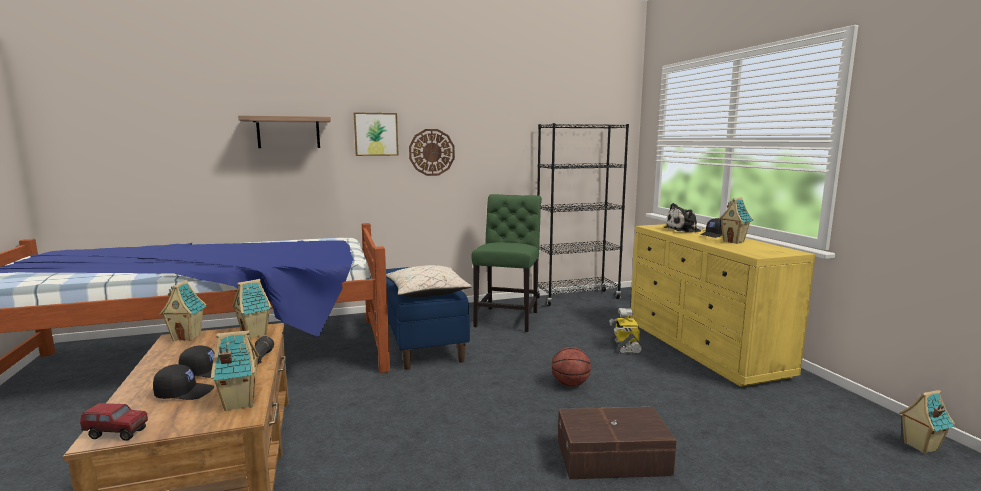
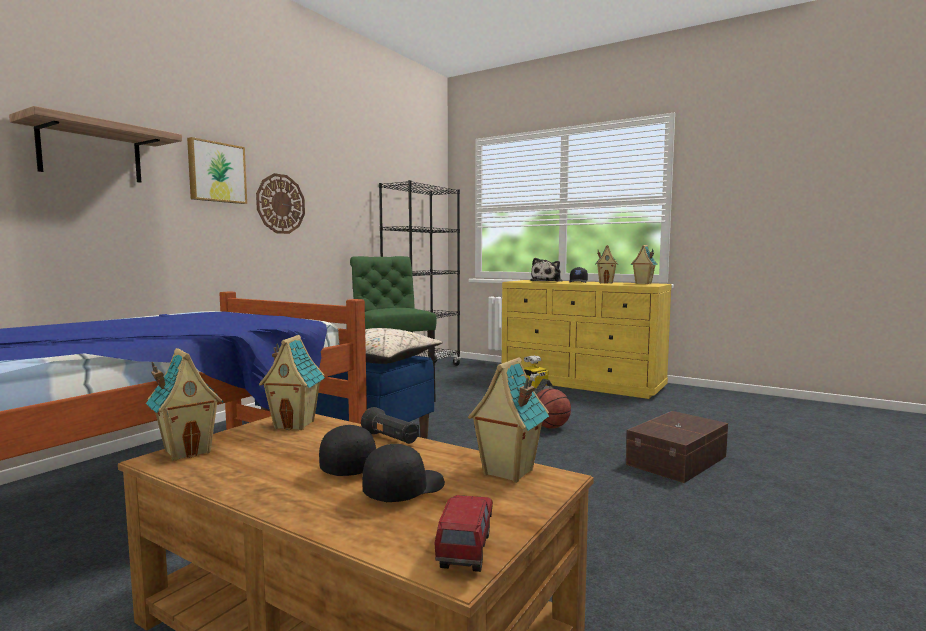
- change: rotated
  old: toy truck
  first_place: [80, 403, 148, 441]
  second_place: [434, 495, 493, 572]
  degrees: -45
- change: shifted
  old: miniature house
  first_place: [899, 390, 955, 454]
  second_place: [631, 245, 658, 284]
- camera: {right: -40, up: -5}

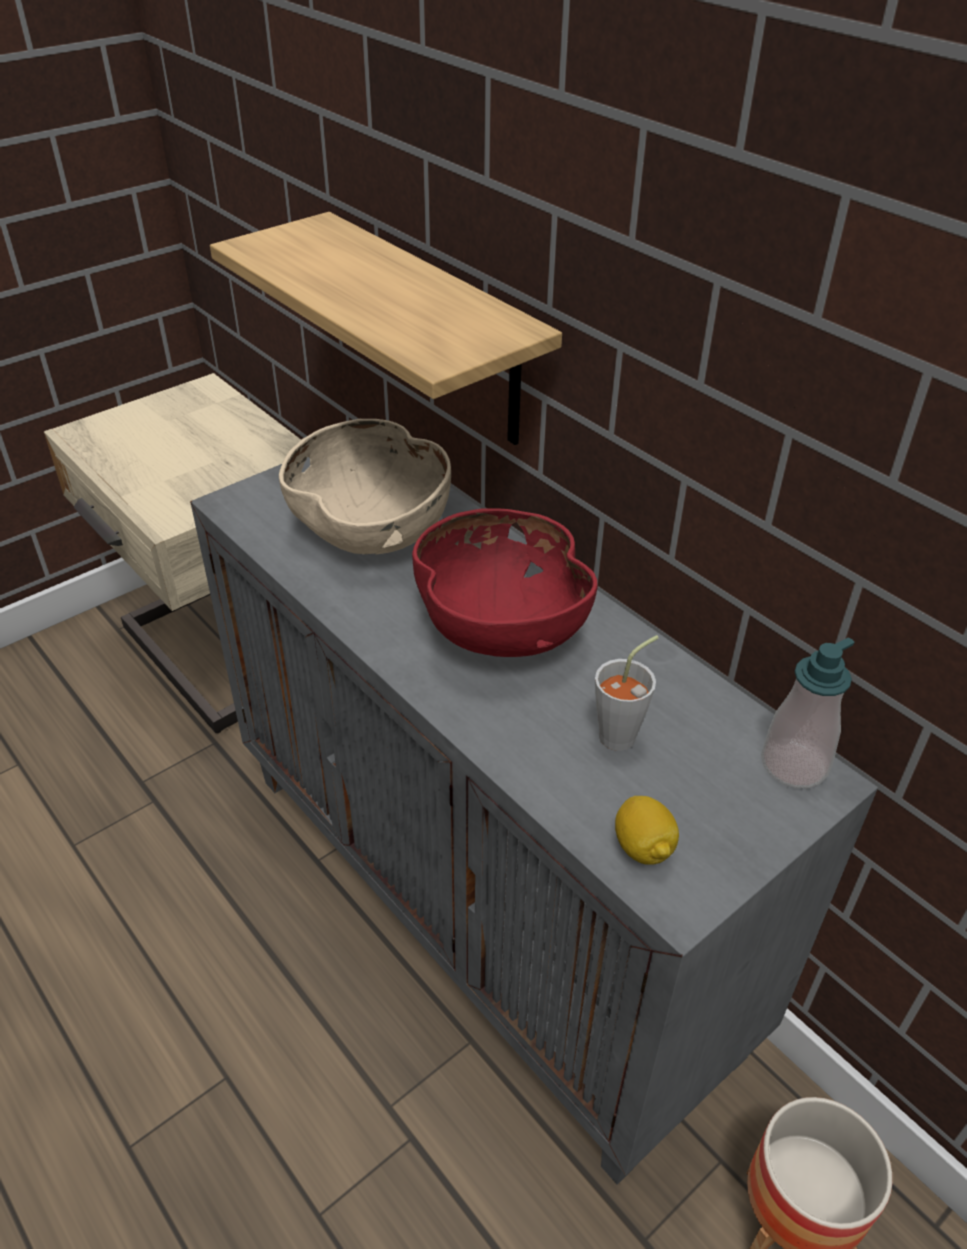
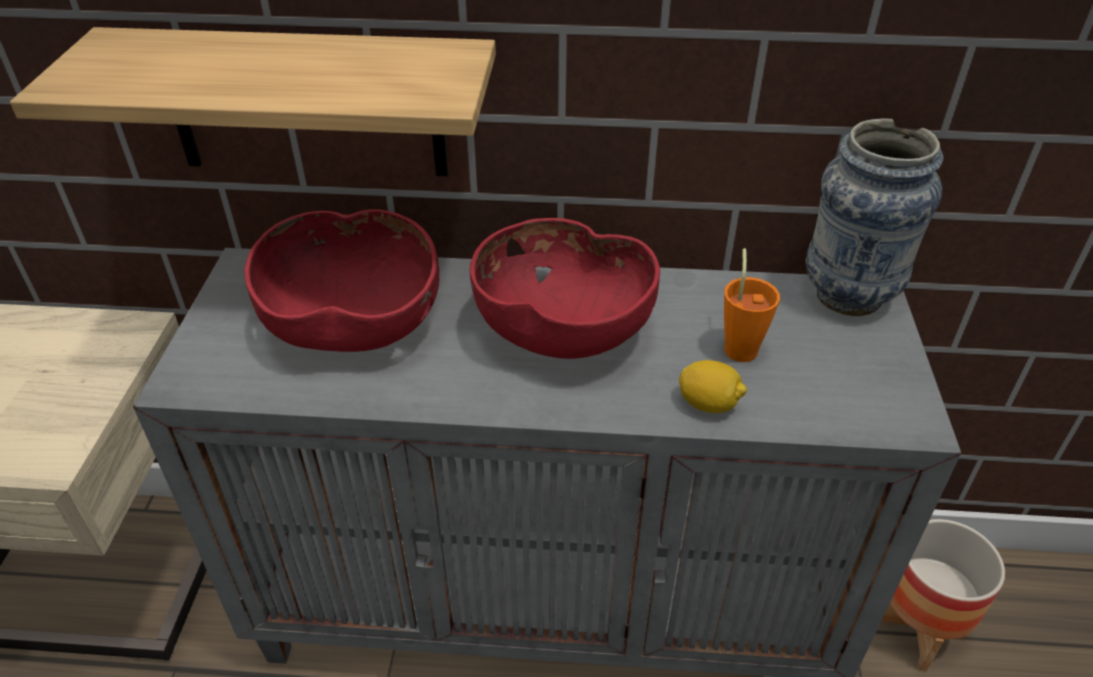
- change: repainted
  old: serving bowl/beige
  new: serving bowl/red-coloured
  first_place: [279, 419, 451, 554]
  second_place: [244, 209, 440, 352]
- change: shifted
  old: citrus fruit
  first_place: [615, 796, 679, 865]
  second_place: [679, 360, 747, 413]
- change: repainted
  old: small cup/grey
  new: small cup/orange-coloured
  first_place: [595, 635, 659, 751]
  second_place: [724, 248, 780, 362]
- change: swapped
  old: soap dispenser
  new: decorative vase
  first_place: [761, 637, 855, 788]
  second_place: [806, 118, 944, 316]
- camera: {right: -45, up: 0}

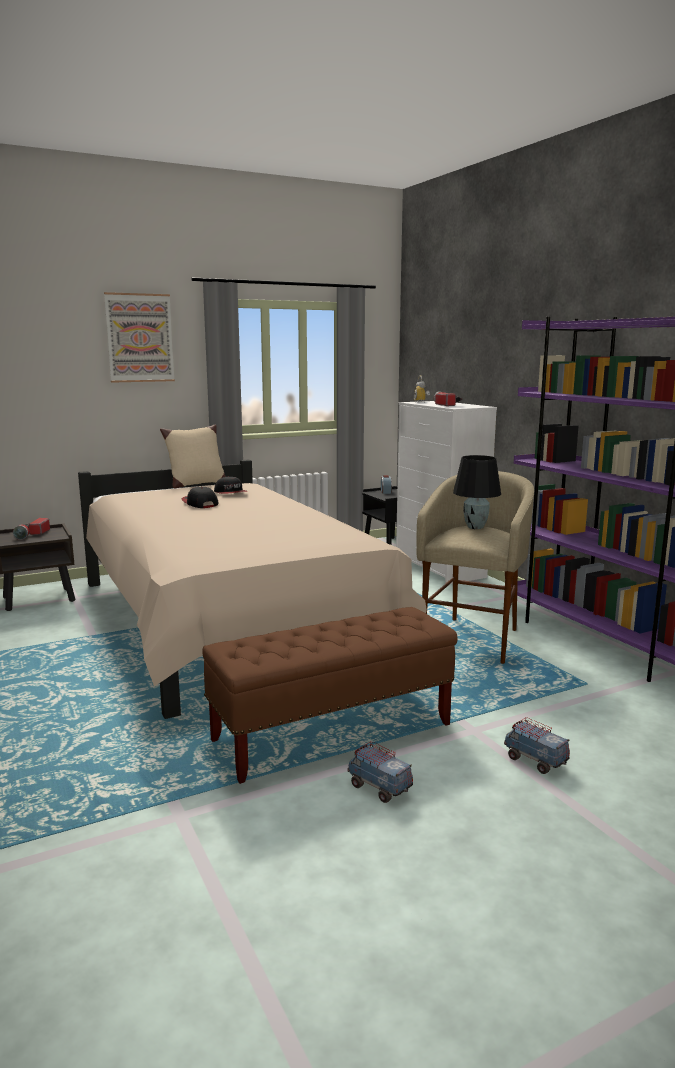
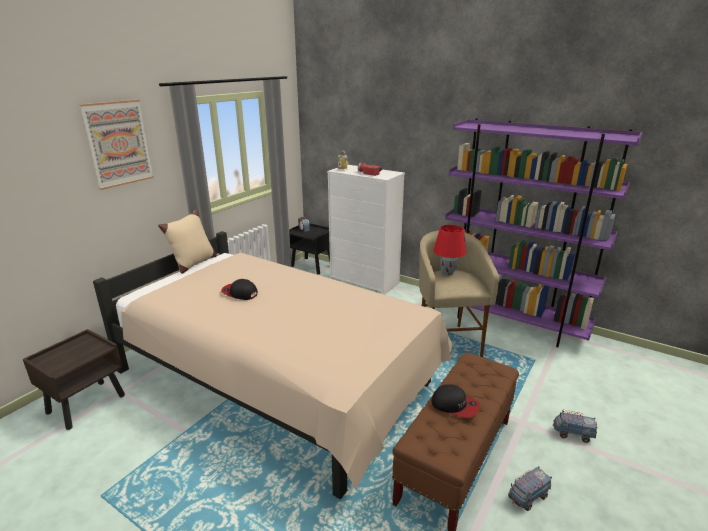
- change: shifted
  old: cap
  first_place: [214, 476, 247, 494]
  second_place: [431, 384, 480, 418]
- change: repainted
  old: tabletop lamp/black-coloured
  new: tabletop lamp/red-coloured
  first_place: [453, 455, 501, 529]
  second_place: [433, 225, 466, 275]
- change: rotated
  old: toy truck
  first_place: [347, 741, 413, 803]
  second_place: [508, 466, 552, 511]
  degrees: -45
- change: gone
  old: hand torch
  first_place: [13, 518, 50, 540]
- camera: {right: -30, up: 10}

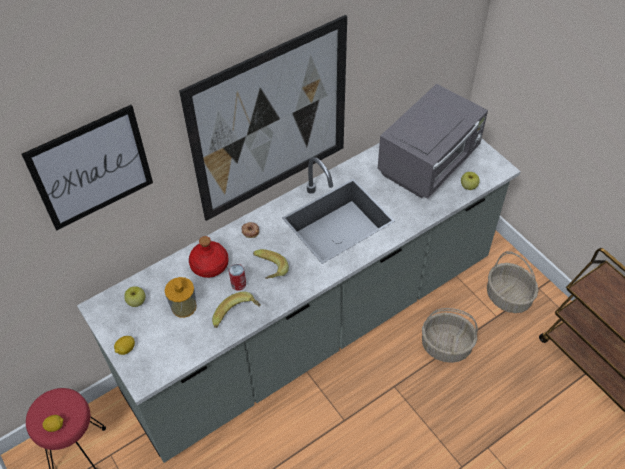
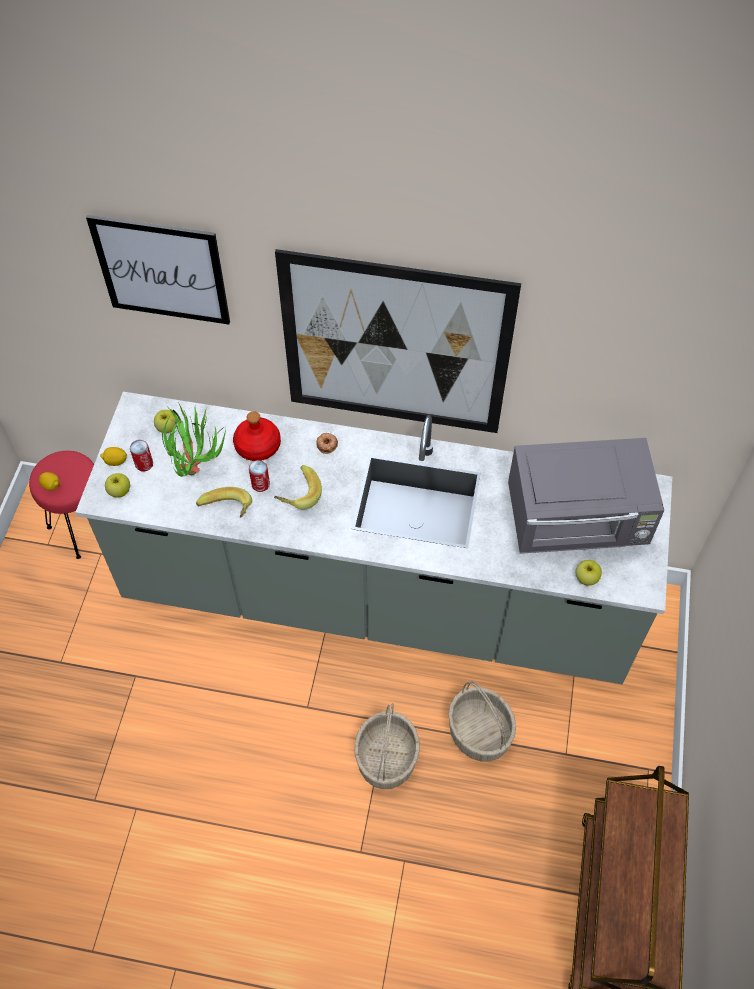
- change: new
  new: whole apple
  second_place: [105, 473, 130, 498]
- change: new
  new: sealed can
  second_place: [130, 440, 153, 471]
- change: swapped
  old: soap dispenser
  new: potted plant
  first_place: [165, 277, 197, 318]
  second_place: [162, 402, 226, 477]
- change: shifted
  old: household basket
  first_place: [487, 251, 538, 313]
  second_place: [355, 703, 420, 789]
- camera: {right: 45, up: 5}

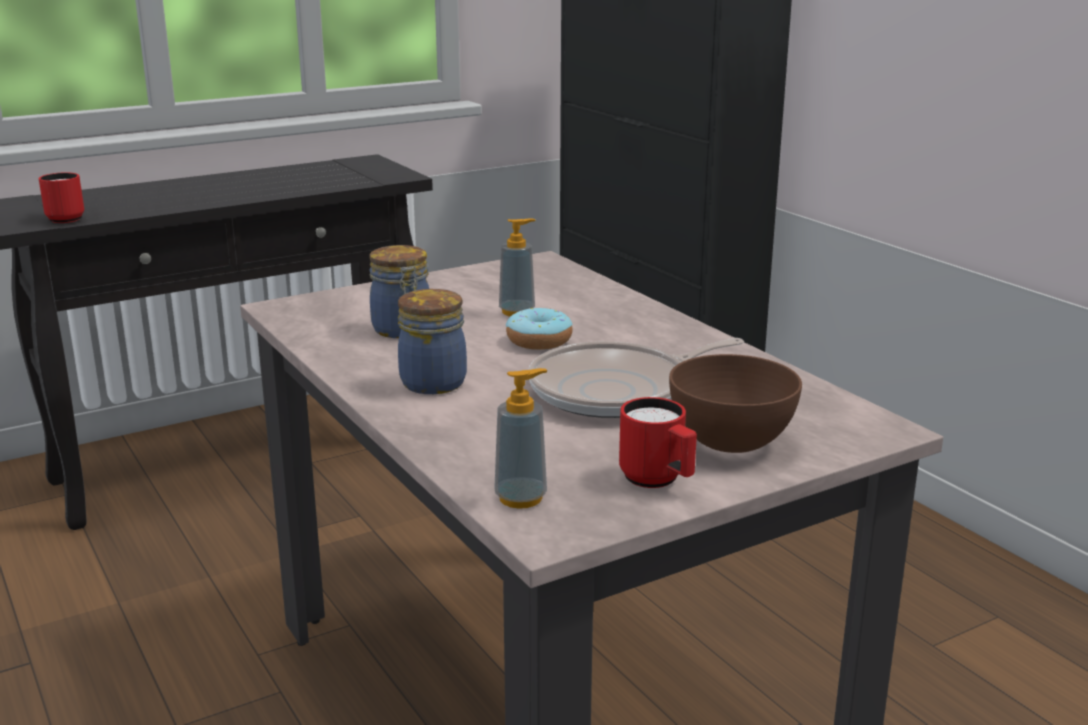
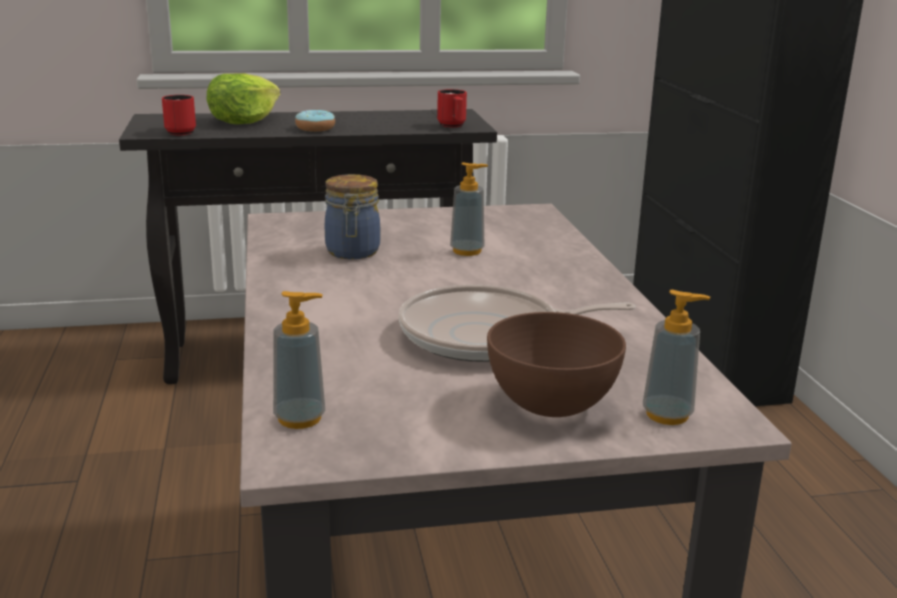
- change: new
  new: lettuce
  second_place: [206, 73, 280, 124]
- change: shifted
  old: doughnut
  first_place: [506, 308, 573, 350]
  second_place: [295, 110, 335, 132]
- change: shifted
  old: coffee mug/red-coloured
  first_place: [619, 397, 697, 488]
  second_place: [437, 89, 467, 127]
- change: new
  new: soap dispenser
  second_place: [643, 290, 710, 425]
- change: gone
  old: preserve jar
  first_place: [398, 289, 467, 394]
- camera: {right: 20, up: 0}

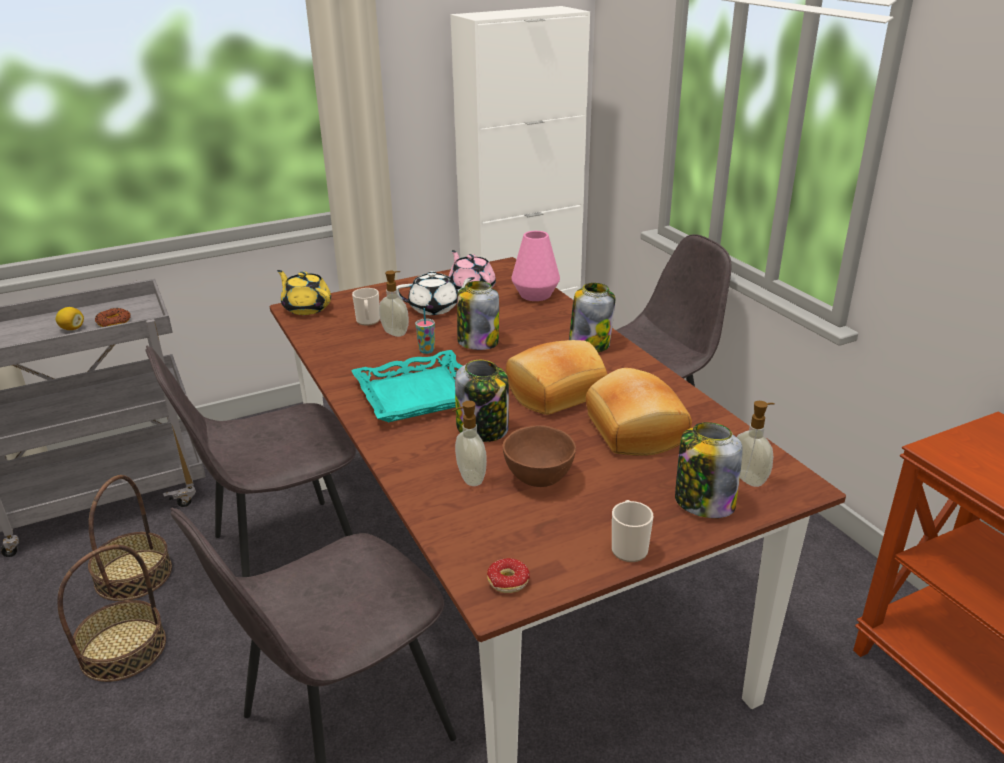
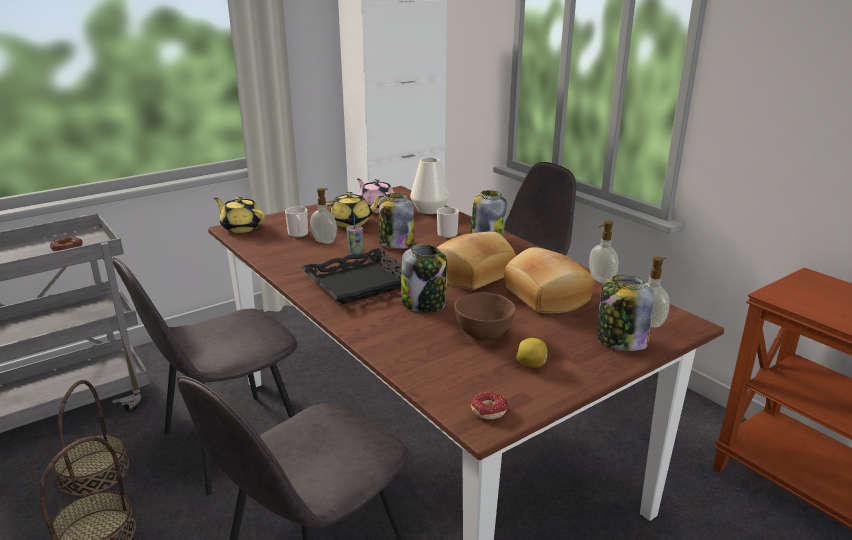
- change: repainted
  old: tray/turquoise
  new: tray/black-coloured
  first_place: [351, 350, 462, 422]
  second_place: [300, 248, 402, 304]
- change: repainted
  old: teapot/whitish
  new: teapot/yellow
  first_place: [396, 271, 475, 315]
  second_place: [326, 192, 383, 227]
- change: repainted
  old: decorative vase/pinkish
  new: decorative vase/whitish
  first_place: [512, 231, 560, 301]
  second_place: [410, 157, 449, 214]
- change: shifted
  old: coffee mug
  first_place: [612, 500, 653, 562]
  second_place: [437, 207, 459, 238]
- change: shifted
  old: citrus fruit
  first_place: [56, 307, 84, 330]
  second_place: [517, 338, 547, 368]
- change: shifted
  old: soap dispenser
  first_place: [452, 401, 487, 486]
  second_place: [589, 221, 618, 284]
- camera: {right: -10, up: -5}

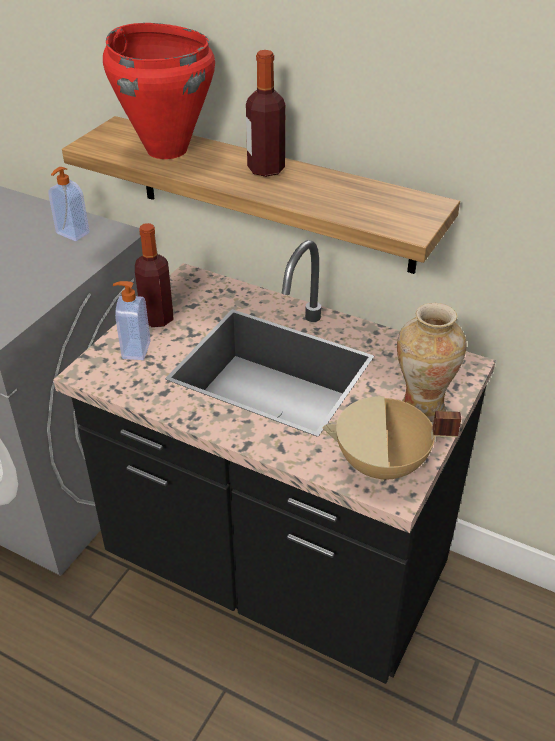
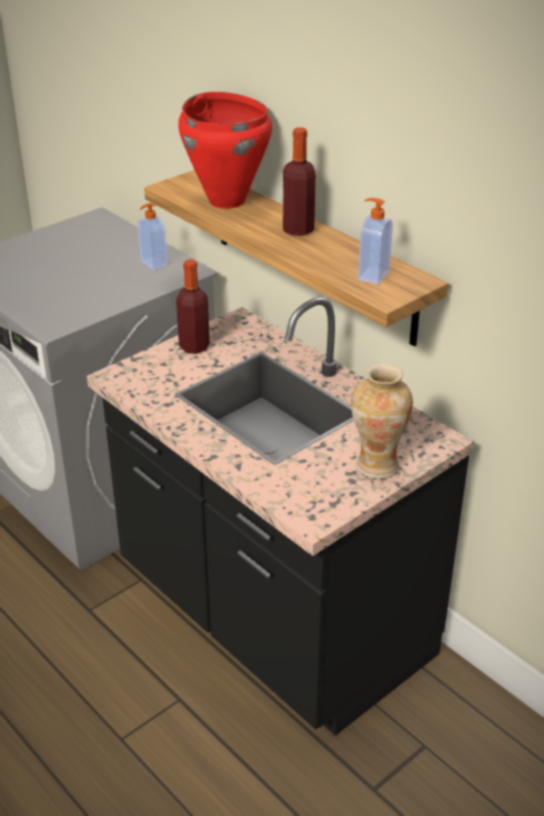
- change: shifted
  old: soap dispenser
  first_place: [113, 281, 150, 360]
  second_place: [358, 198, 393, 285]
- change: gone
  old: cooking pot/beige
  first_place: [323, 396, 461, 482]
- camera: {right: 20, up: -5}

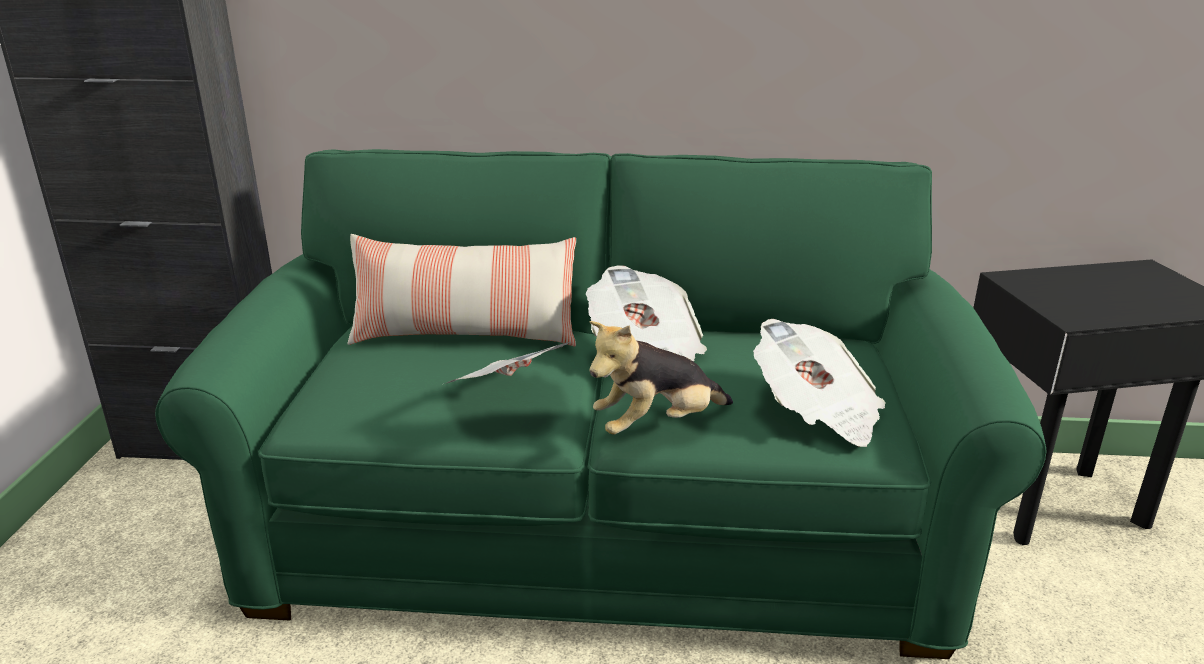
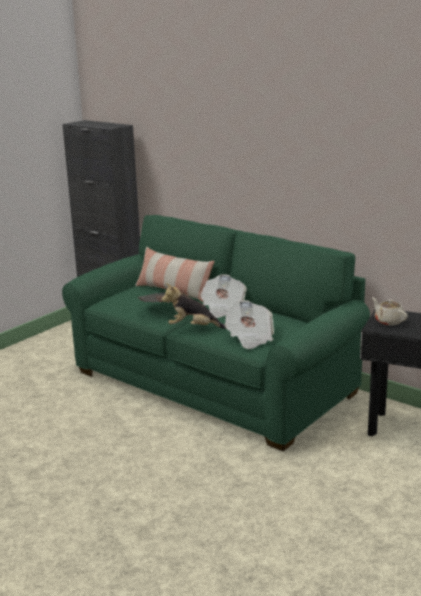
- change: new
  new: teapot/beige
  second_place: [372, 297, 408, 326]
- camera: {right: 35, up: -5}

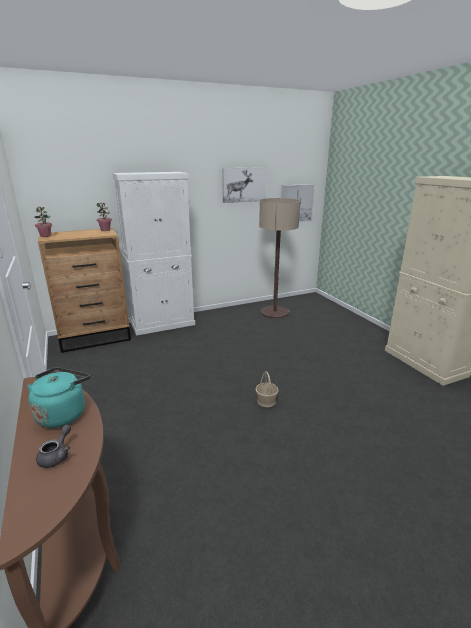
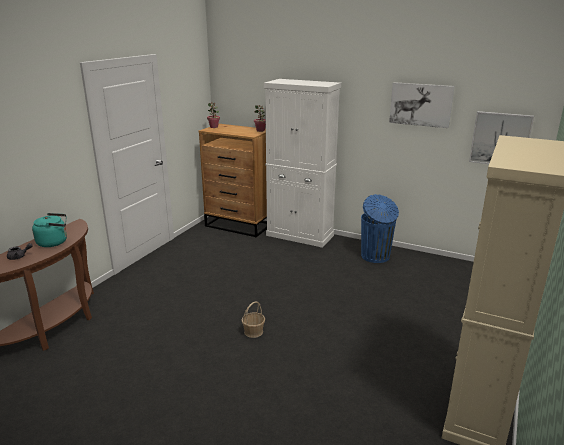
- change: new
  new: waste bin/bluish
  second_place: [361, 194, 399, 263]
- change: gone
  old: standing lamp
  first_place: [259, 198, 300, 319]
- camera: {right: 50, up: 0}

